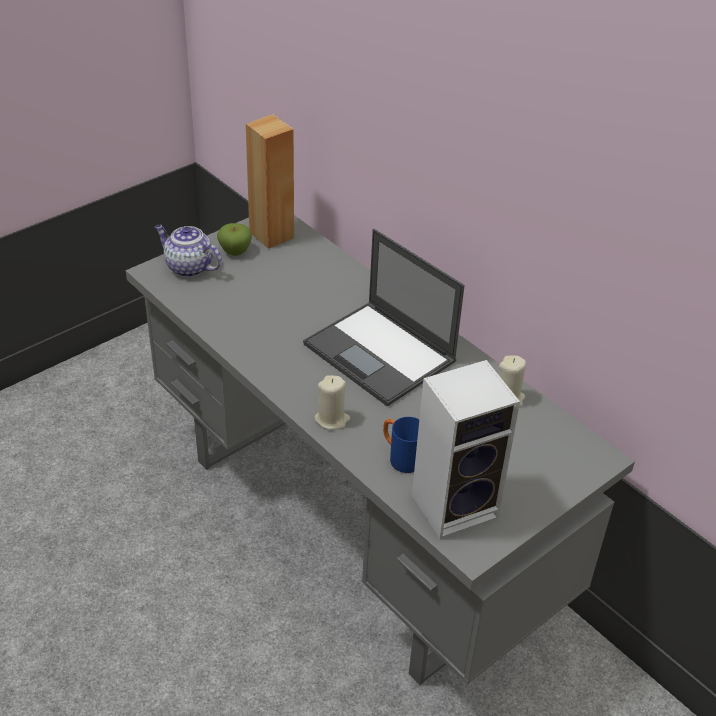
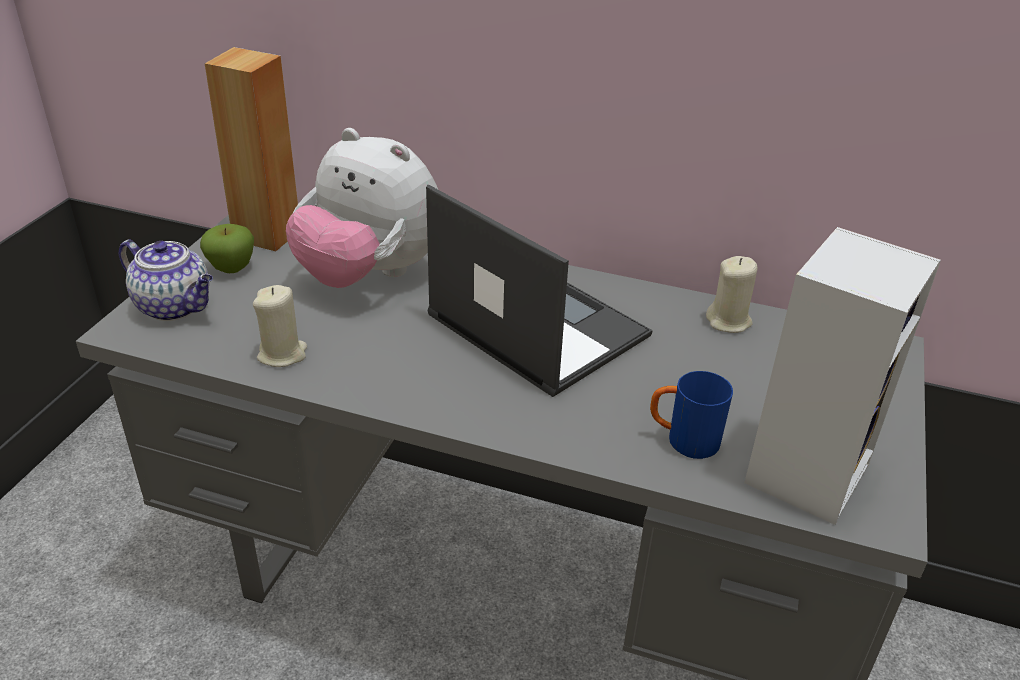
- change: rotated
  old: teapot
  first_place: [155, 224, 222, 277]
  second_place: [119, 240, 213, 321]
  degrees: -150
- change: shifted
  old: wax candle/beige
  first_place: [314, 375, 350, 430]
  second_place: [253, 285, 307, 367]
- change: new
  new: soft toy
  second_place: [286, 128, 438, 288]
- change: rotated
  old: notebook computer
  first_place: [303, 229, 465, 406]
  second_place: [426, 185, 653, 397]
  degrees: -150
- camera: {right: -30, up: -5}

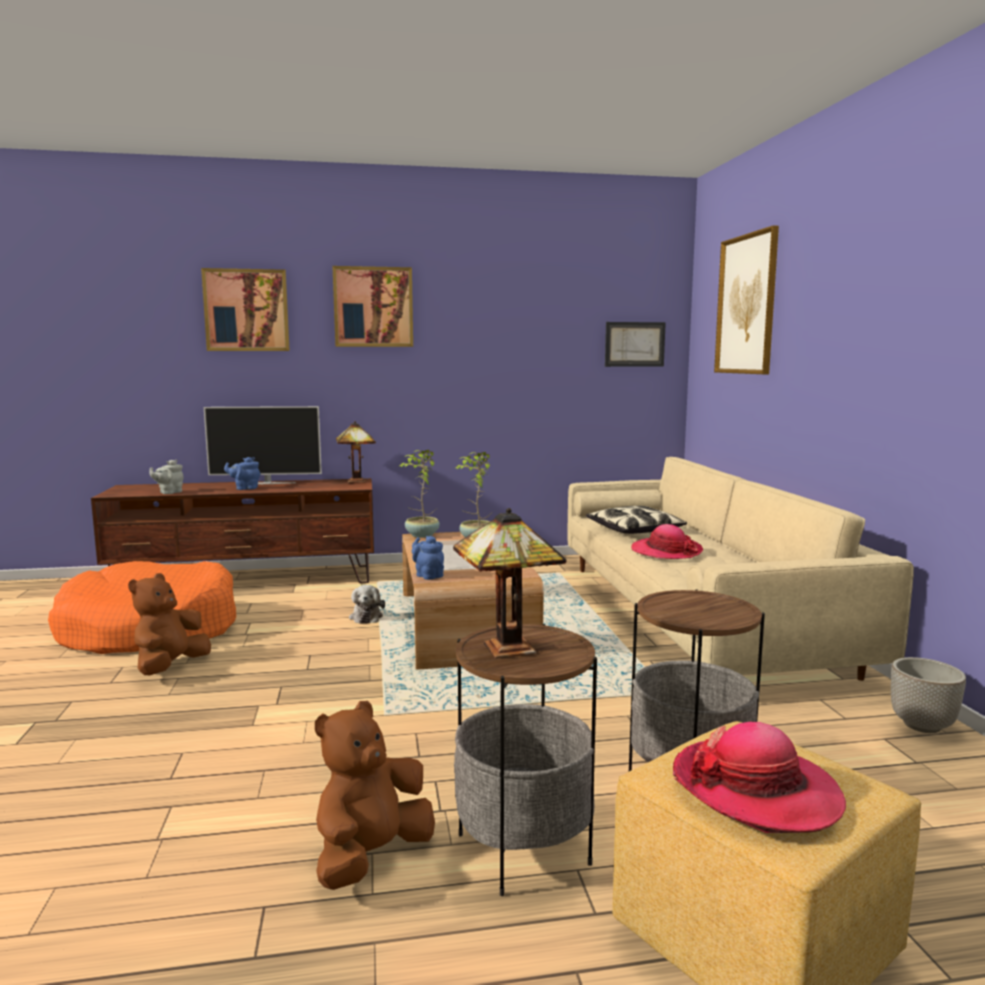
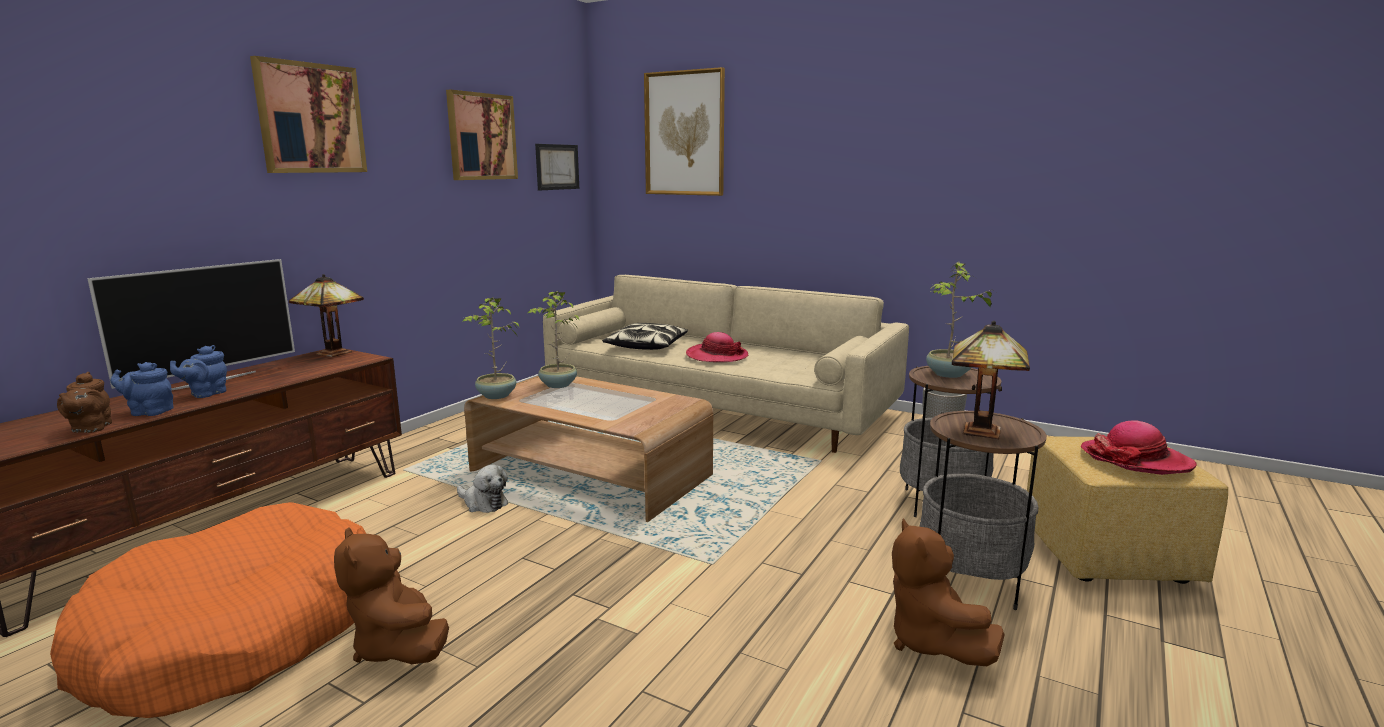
- change: repainted
  old: teapot/grey
  new: teapot/brown
  first_place: [149, 460, 184, 494]
  second_place: [57, 372, 112, 433]
- change: shifted
  old: teapot/bluish
  first_place: [412, 536, 444, 580]
  second_place: [110, 362, 174, 416]
- change: shifted
  old: picture
  first_place: [201, 268, 290, 351]
  second_place: [446, 89, 518, 180]
- change: new
  new: potted plant
  second_place: [926, 262, 998, 378]
- camera: {right: -50, up: 5}

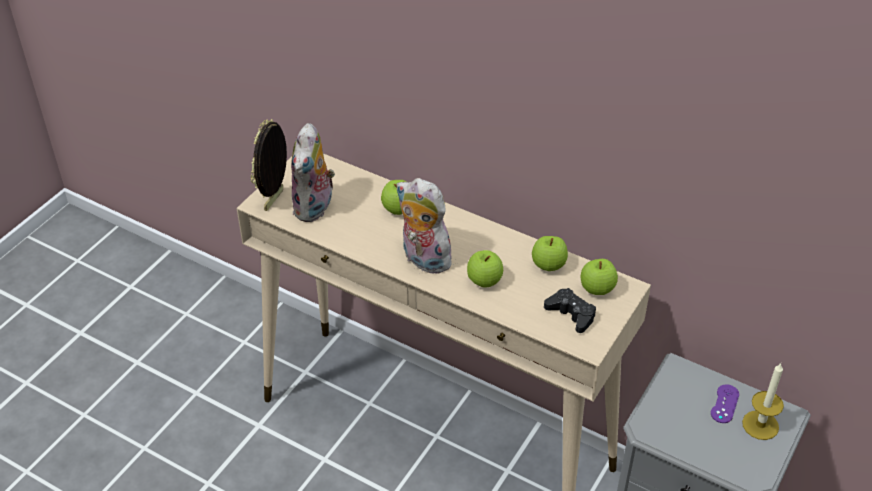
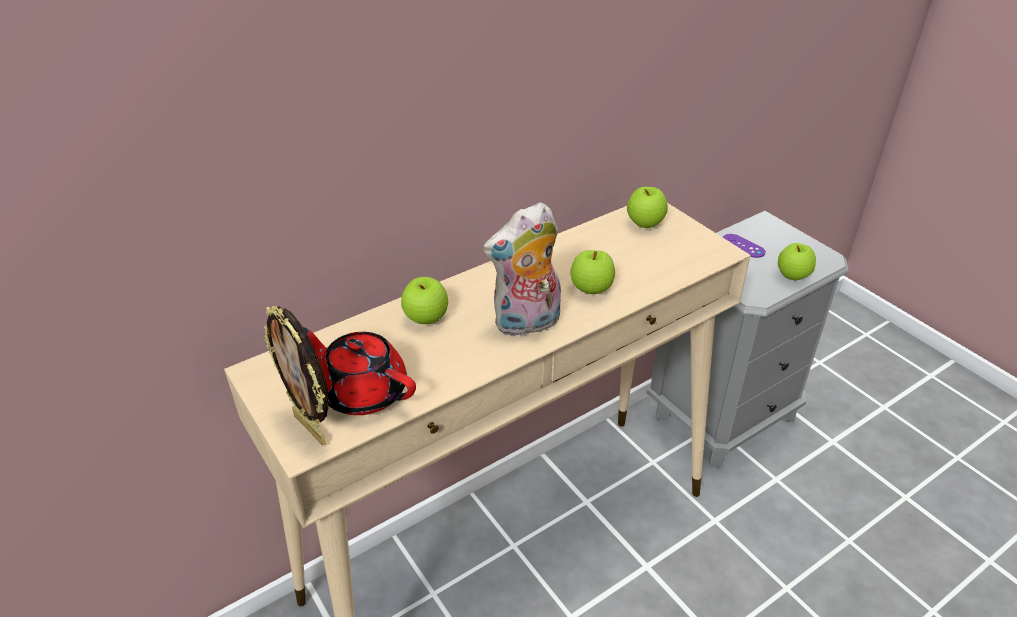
- change: swapped
  old: soft toy
  new: teapot/red-coloured
  first_place: [291, 123, 335, 222]
  second_place: [303, 327, 416, 415]
- change: shifted
  old: whole apple
  first_place: [532, 236, 568, 271]
  second_place: [778, 243, 816, 280]
- change: gone
  old: gamepad/black-coloured
  first_place: [544, 288, 596, 333]
- change: gone
  old: wax candle
  first_place: [742, 363, 784, 440]
- camera: {right: -65, up: -5}

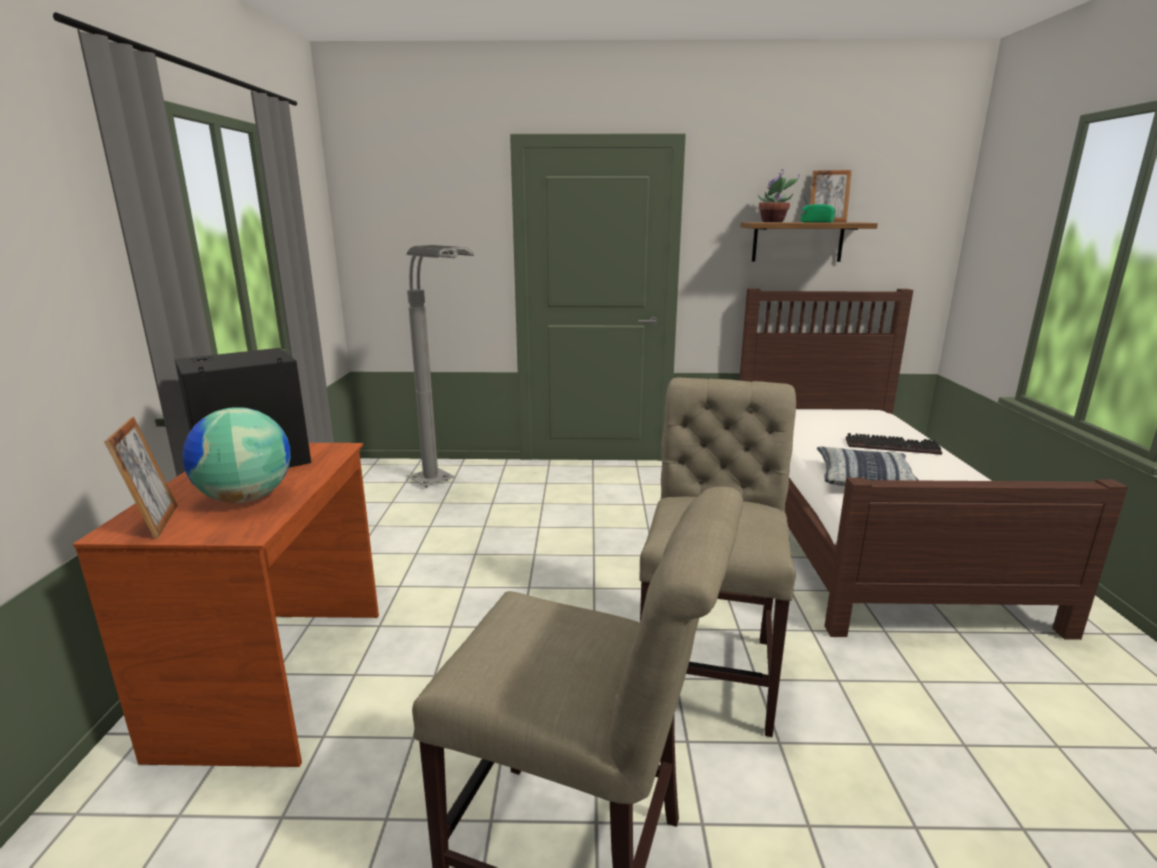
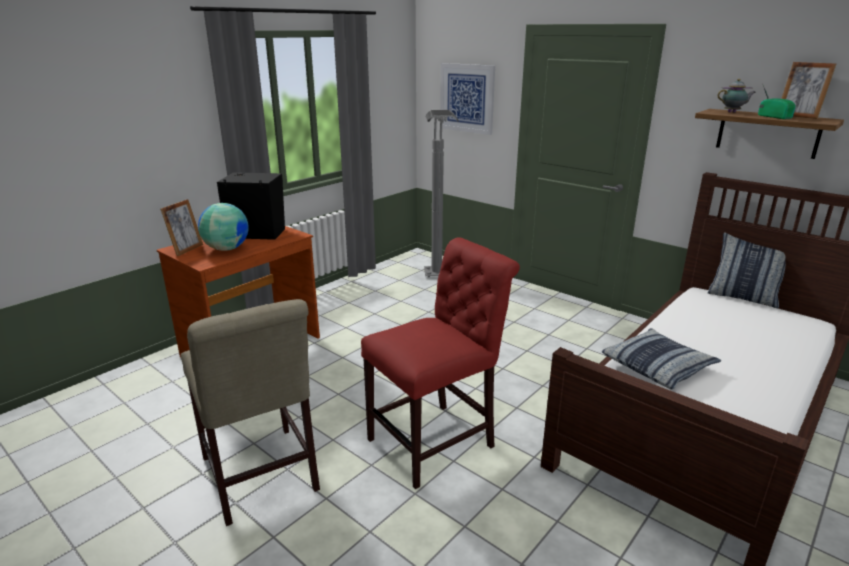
- change: repainted
  old: upright chair/beige
  new: upright chair/red-coloured
  first_place: [639, 378, 796, 737]
  second_place: [361, 237, 520, 489]
- change: new
  new: picture
  second_place: [440, 63, 495, 135]
- change: new
  new: throw pillow
  second_place: [708, 232, 786, 308]
- change: swapped
  old: potted plant
  new: teapot
  first_place: [758, 169, 800, 222]
  second_place: [718, 79, 756, 113]
- change: gone
  old: PC keyboard
  first_place: [846, 433, 942, 455]
- camera: {right: 40, up: 5}

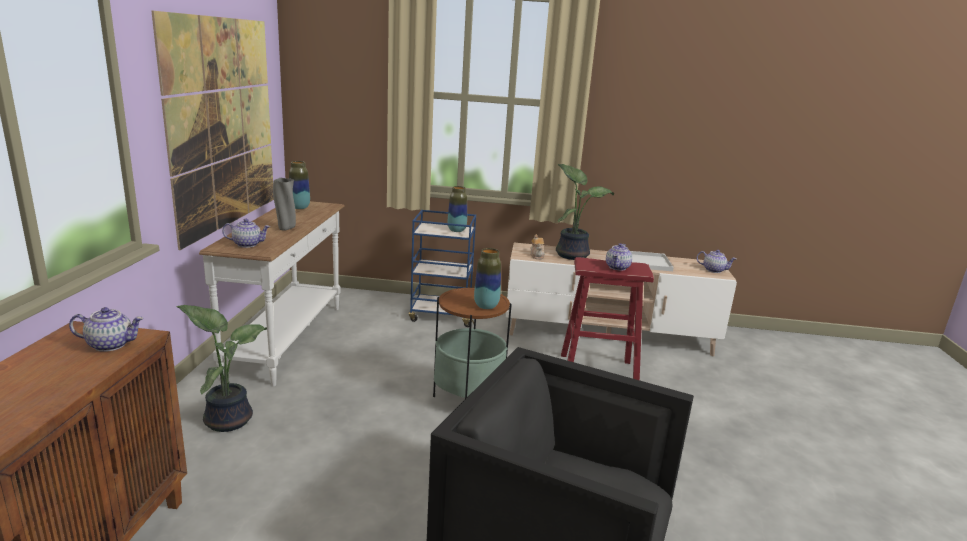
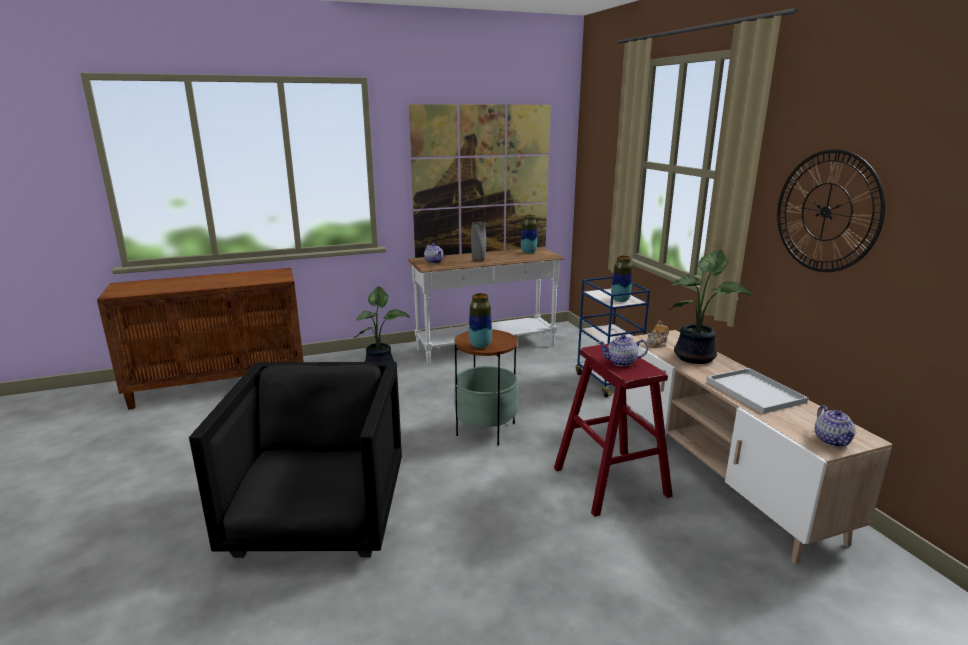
- change: new
  new: clock on the wall
  second_place: [777, 150, 885, 272]
- change: gone
  old: teapot
  first_place: [69, 307, 144, 352]
- camera: {right: 65, up: 0}

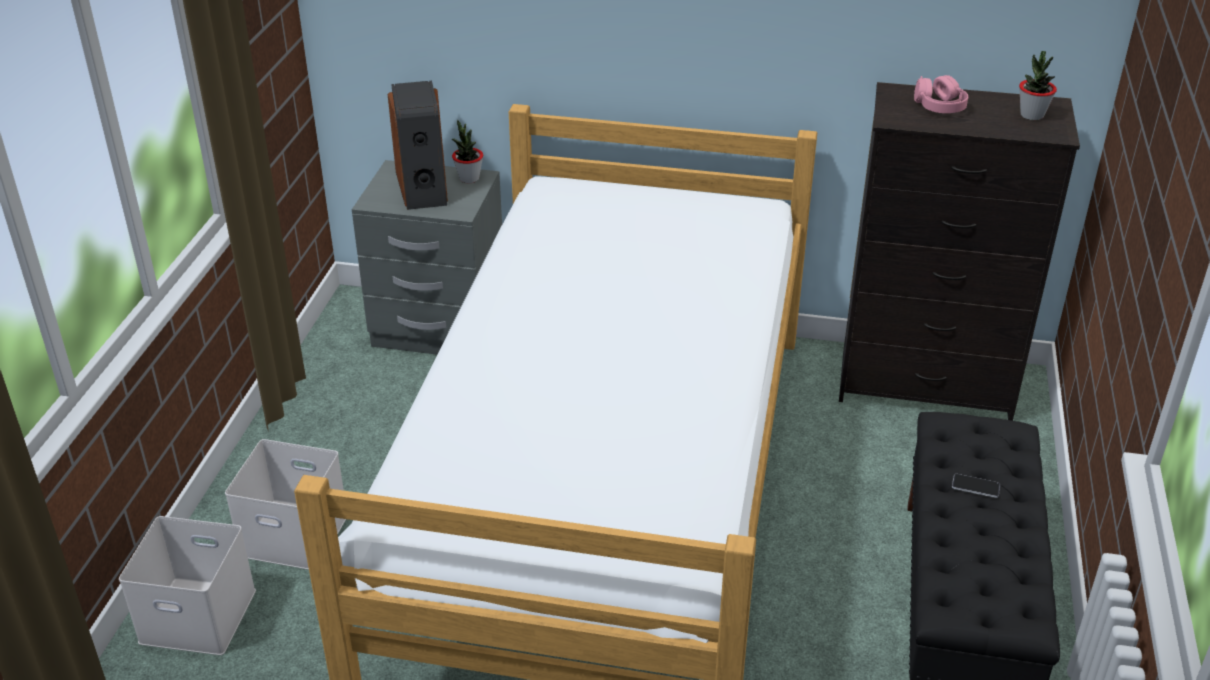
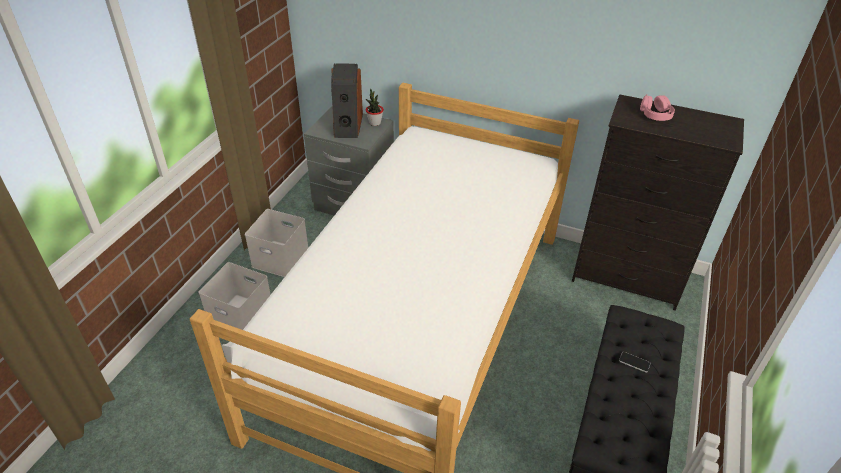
- change: shifted
  old: storage bin/whitish
  first_place: [119, 516, 256, 655]
  second_place: [245, 209, 308, 277]
- change: gone
  old: potted plant
  first_place: [1019, 51, 1057, 120]
- camera: {right: 10, up: 5}

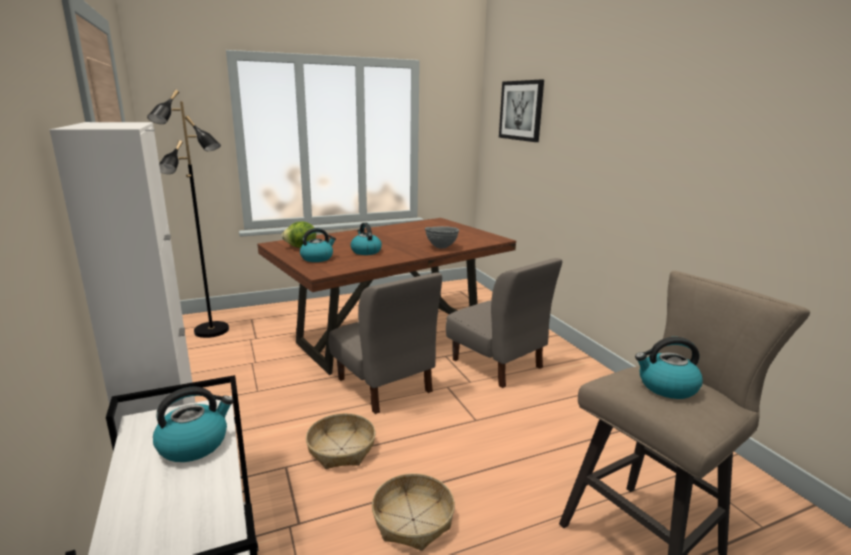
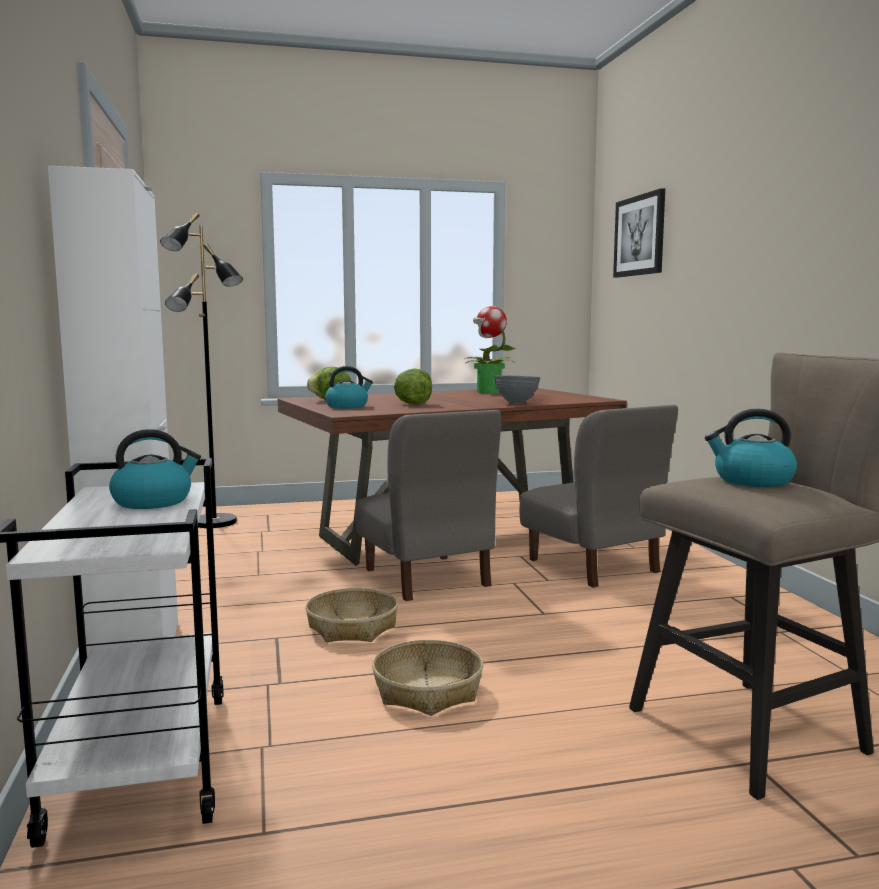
- change: swapped
  old: kettle
  new: lettuce
  first_place: [351, 223, 382, 255]
  second_place: [394, 369, 432, 404]
- change: new
  new: potted plant
  second_place: [464, 306, 515, 394]
- camera: {right: 10, up: -10}

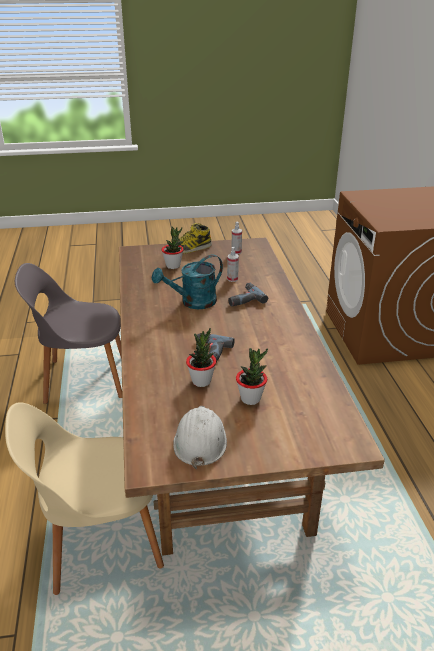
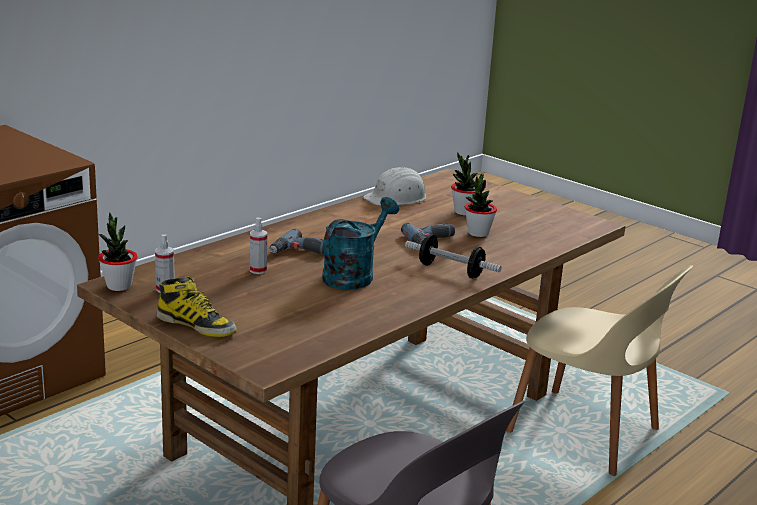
- change: shifted
  old: potted plant
  first_place: [161, 227, 184, 269]
  second_place: [98, 212, 138, 291]
- change: rotated
  old: watering pot/turquoise
  first_place: [152, 254, 223, 309]
  second_place: [322, 197, 399, 290]
  degrees: -75
- change: shifted
  old: safety helmet/whitish
  first_place: [173, 406, 227, 469]
  second_place: [363, 167, 426, 206]
- change: new
  new: hand weight
  second_place: [405, 234, 502, 278]
- camera: {right: -130, up: -10}

